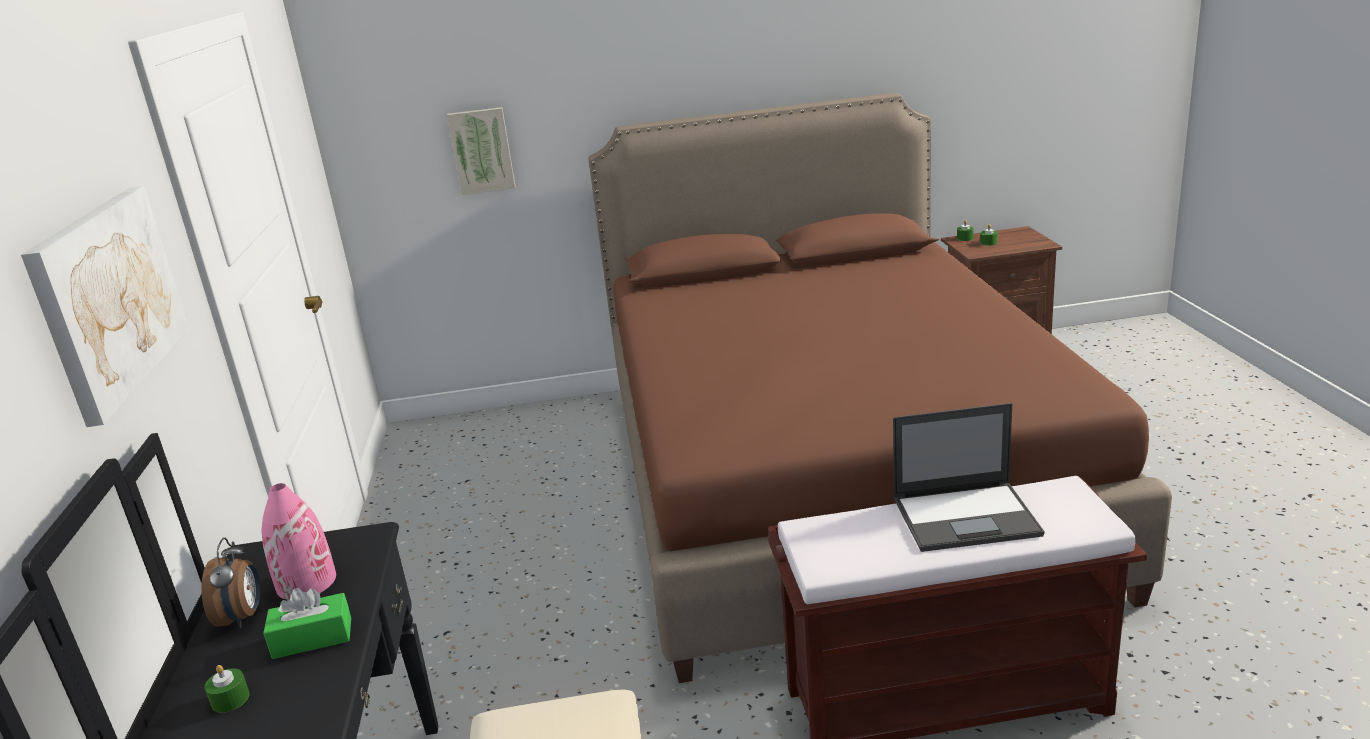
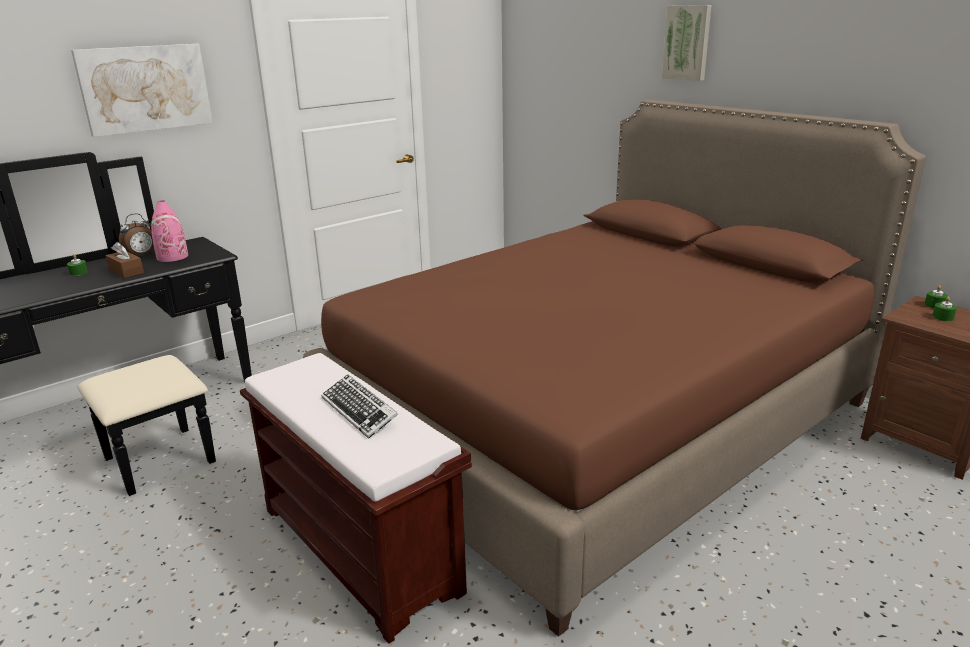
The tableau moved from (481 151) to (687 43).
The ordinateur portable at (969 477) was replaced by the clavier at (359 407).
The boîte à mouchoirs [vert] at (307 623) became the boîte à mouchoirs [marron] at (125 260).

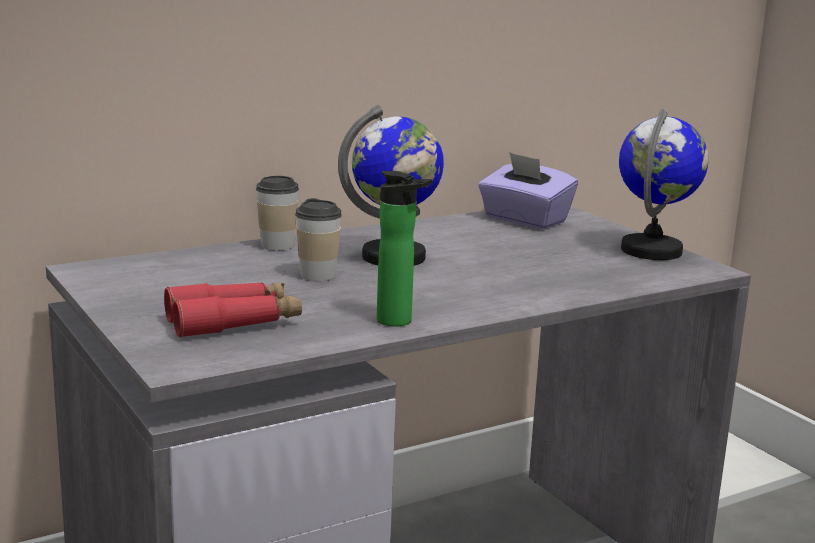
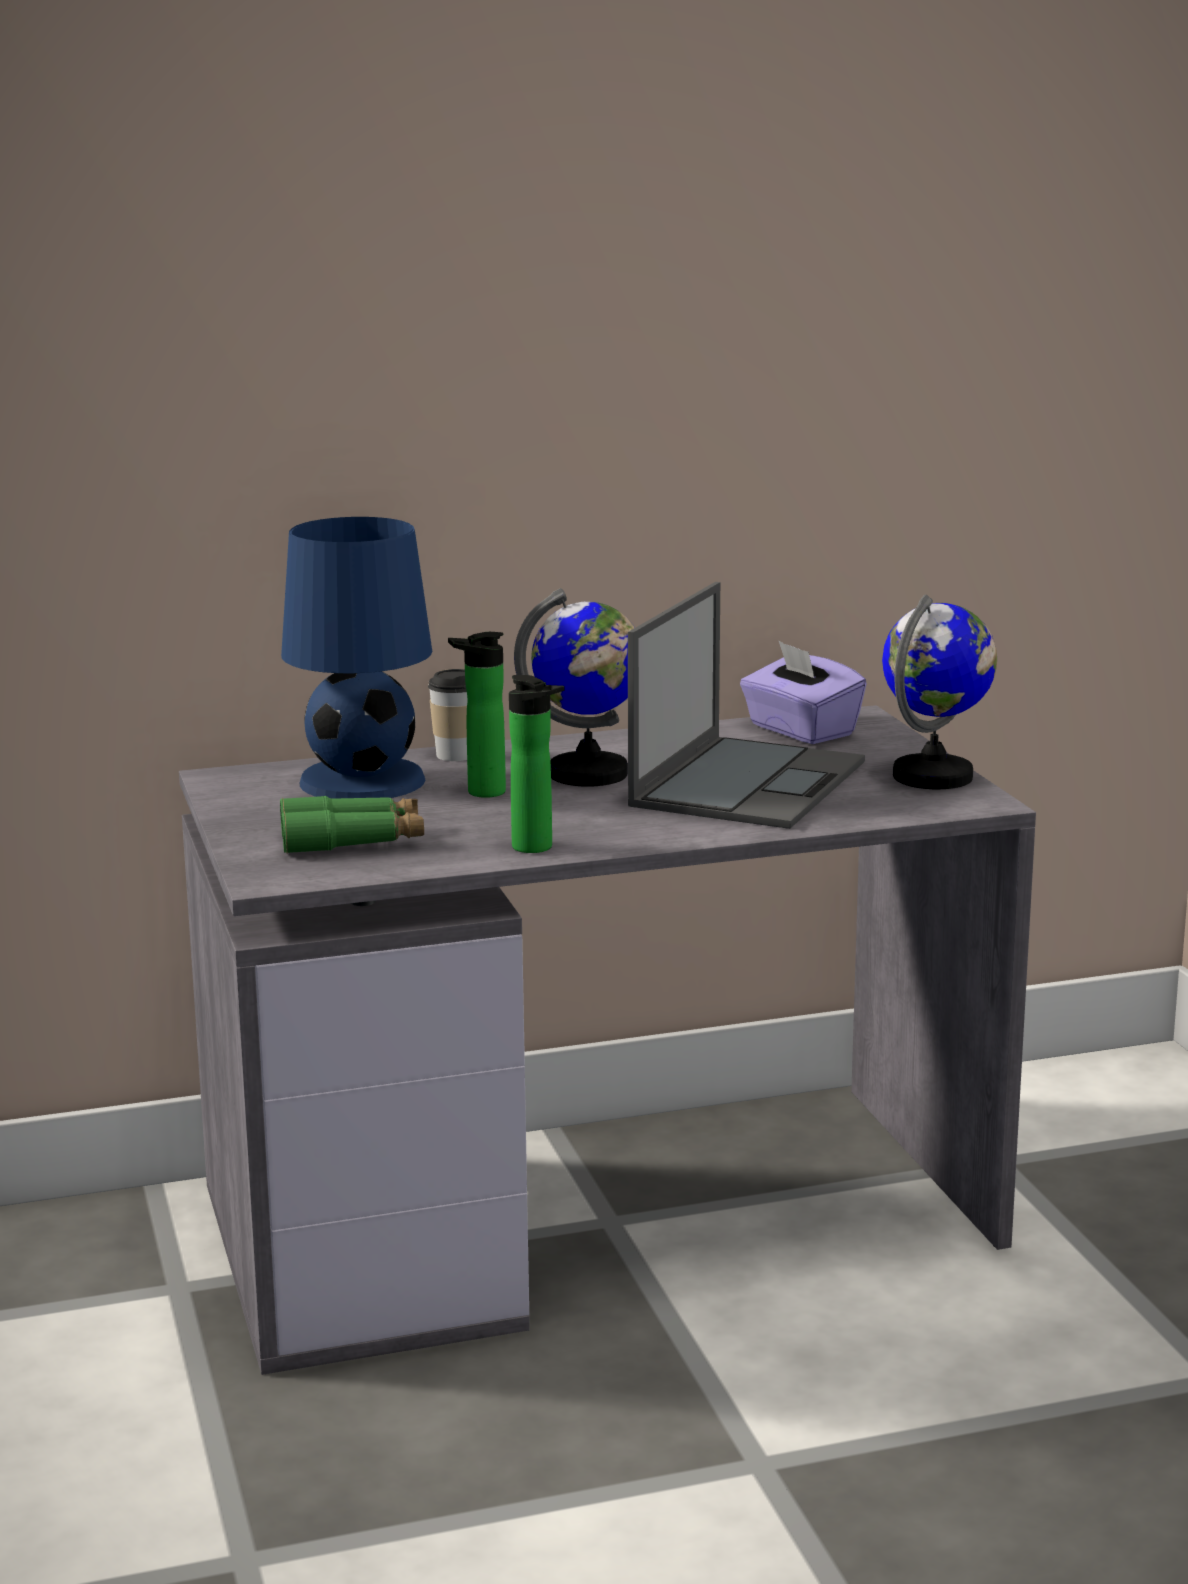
The lampe de table [bleu] at (356 658) appeared.
The ordinateur portable at (746 705) appeared.
The tasse at (318 239) was replaced by the bouteille at (477 715).
The jumelles [rouge] at (233 310) became the jumelles [vert] at (352 824).

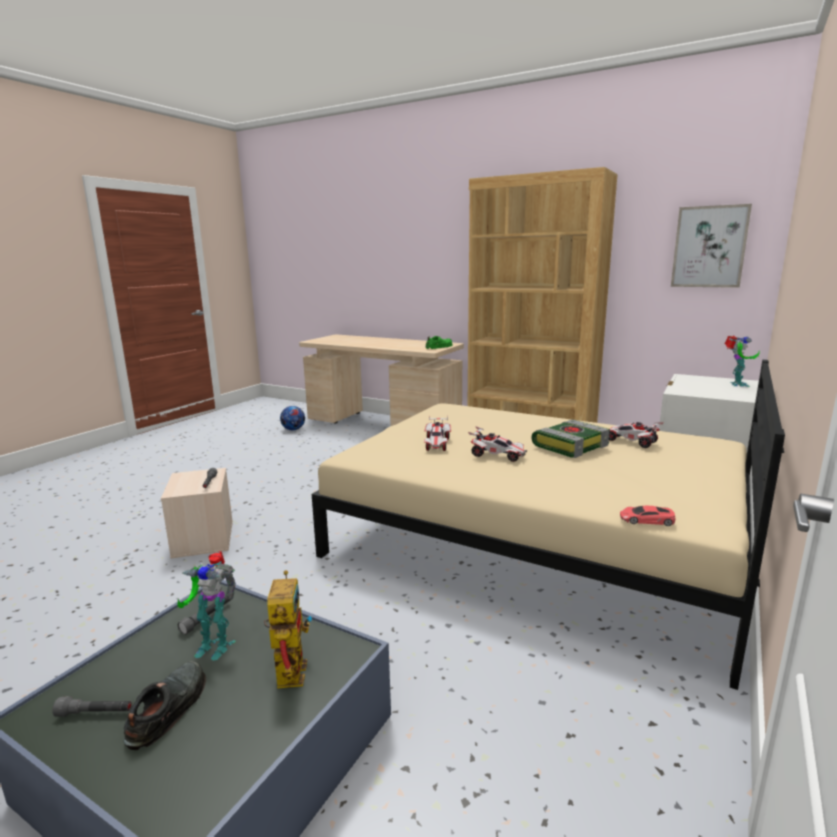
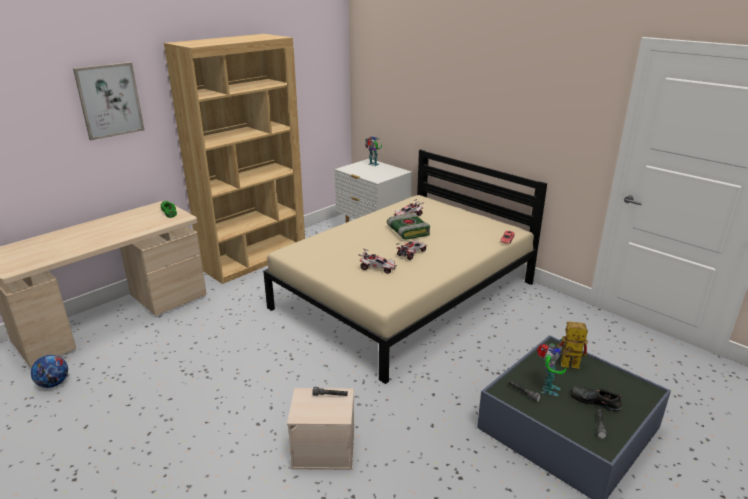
The tableau moved from (711 246) to (108 101).

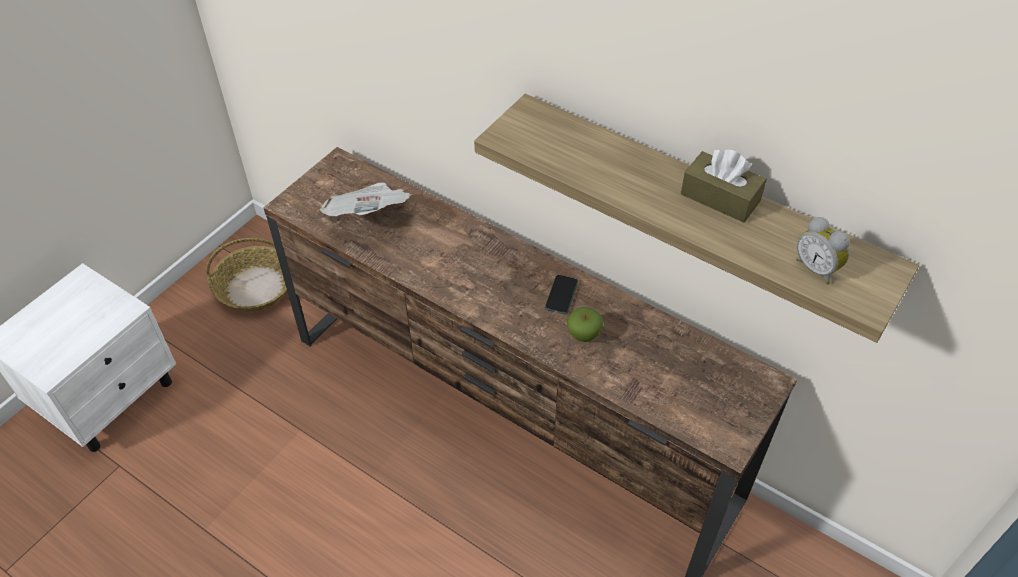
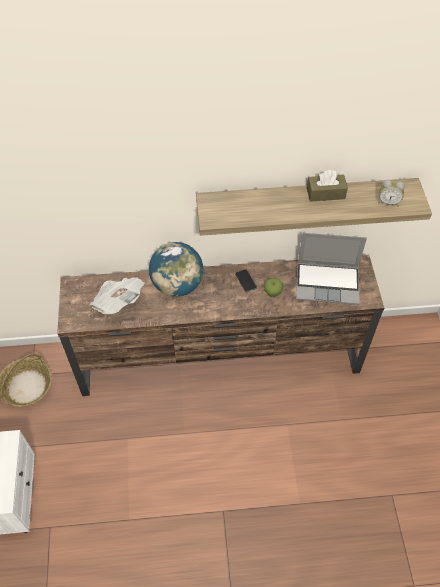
The globe at (176 269) appeared.
The ordinateur portable at (331 269) appeared.

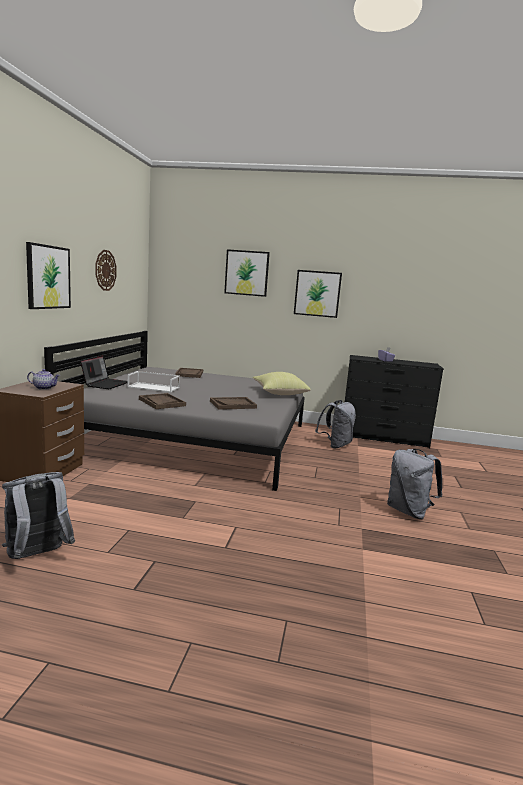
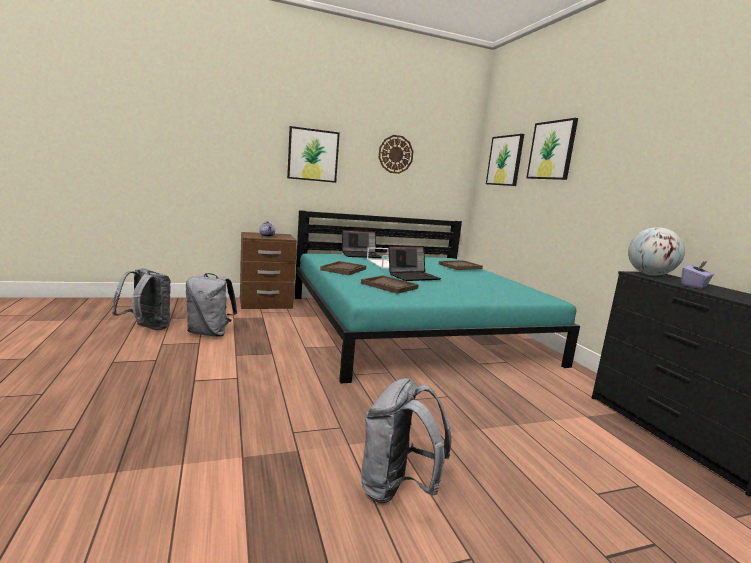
The coussin [jaune] at (281 383) disappeared.
The ordinateur portable at (414 263) appeared.
The globe at (656 251) appeared.
The tableau moved from (318 294) to (505 160).
The sac à dos [gris] moved from (335 424) to (211 305).
The lit [gris] at (174 411) became the lit [turquoise] at (437 297).

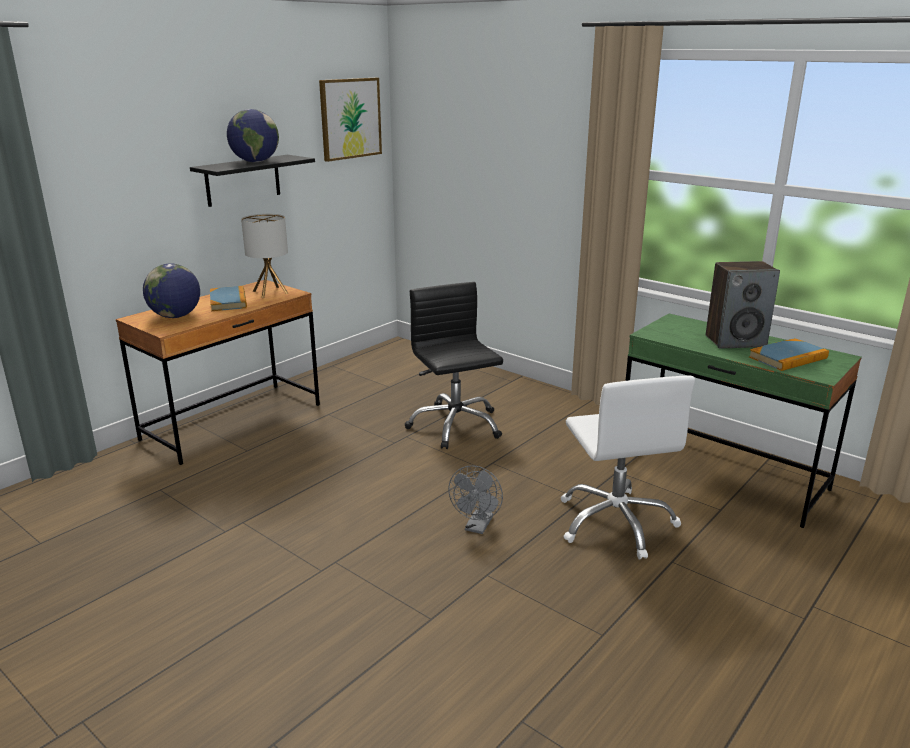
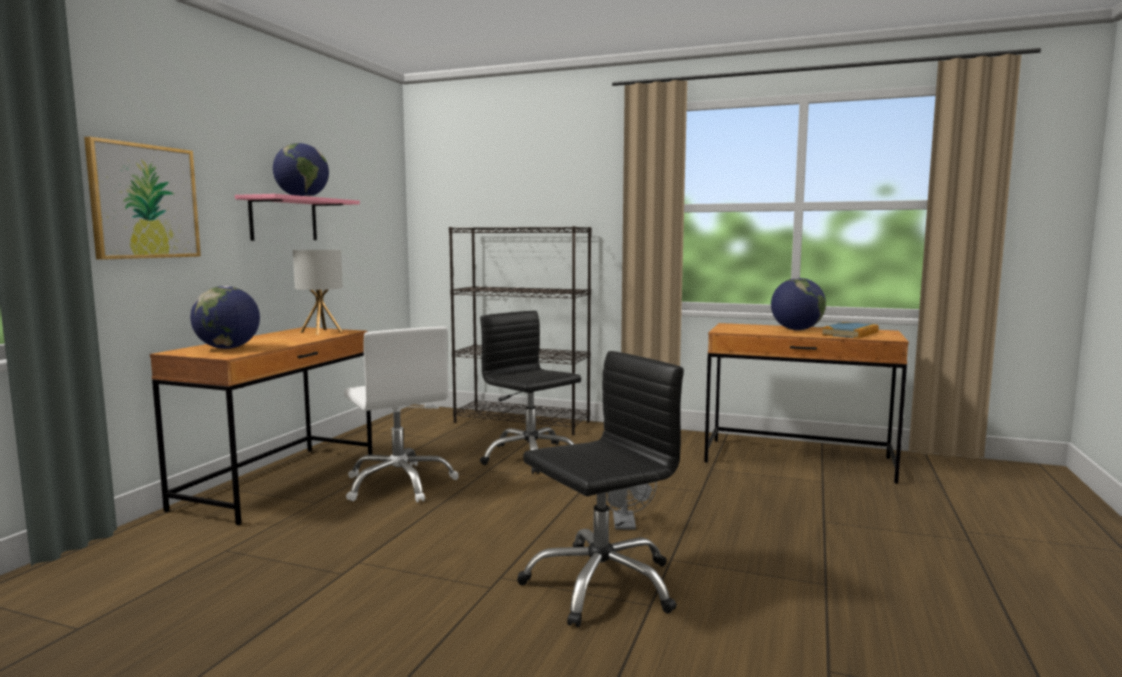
The livre at (228 298) disappeared.
The bibliothèque [noir] at (520 330) appeared.
The chaise de bureau [noir] at (600 489) appeared.
The tableau moved from (350 120) to (142 198).
The chaise de bureau [blanc] moved from (628 467) to (401 415).
The enceinte at (743 304) was replaced by the globe at (798 304).
The étagère [noir] at (252 181) became the étagère [rose] at (297 217).
The bureau [vert] at (744 421) became the bureau [marron] at (806 403).

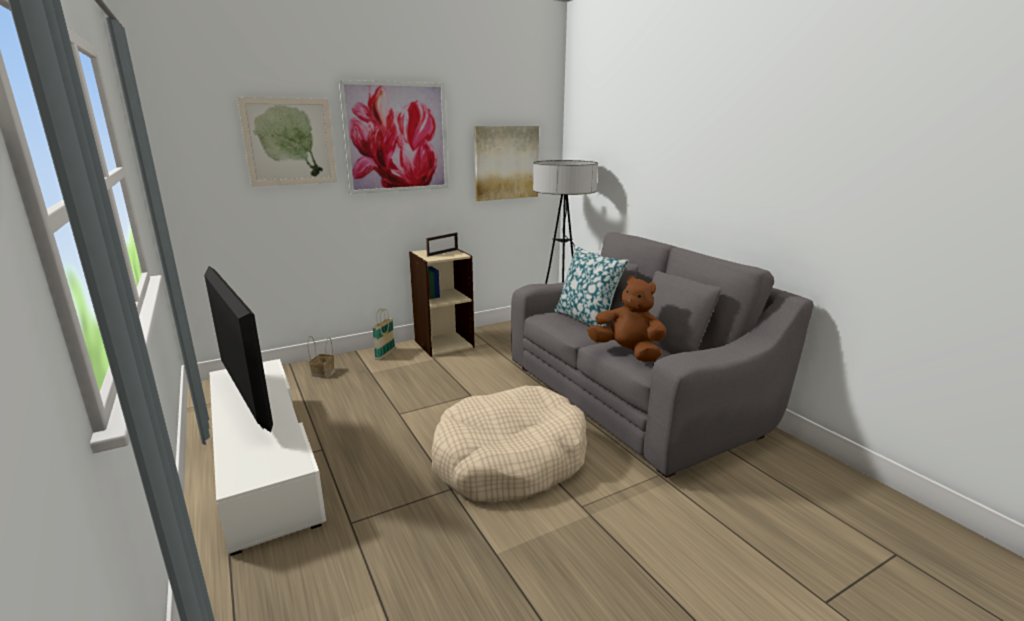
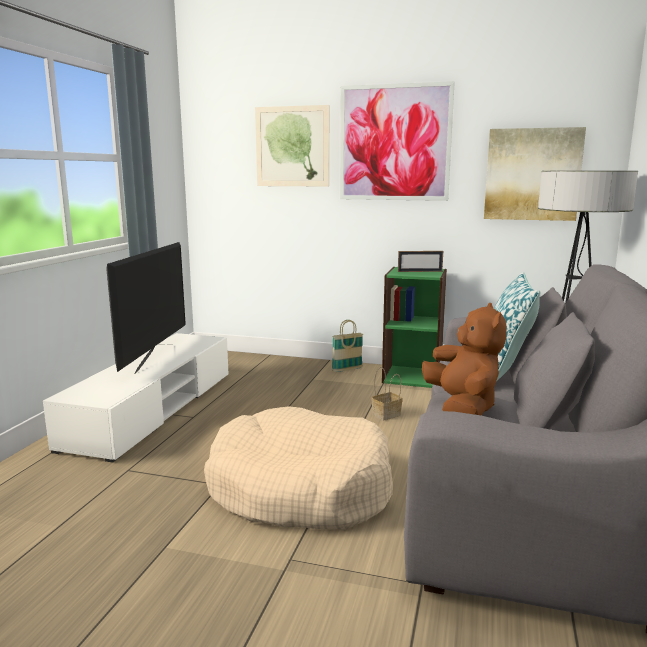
The panier moved from (321 357) to (387 393).
The bibliothèque [beige] at (442 303) became the bibliothèque [vert] at (414 327).

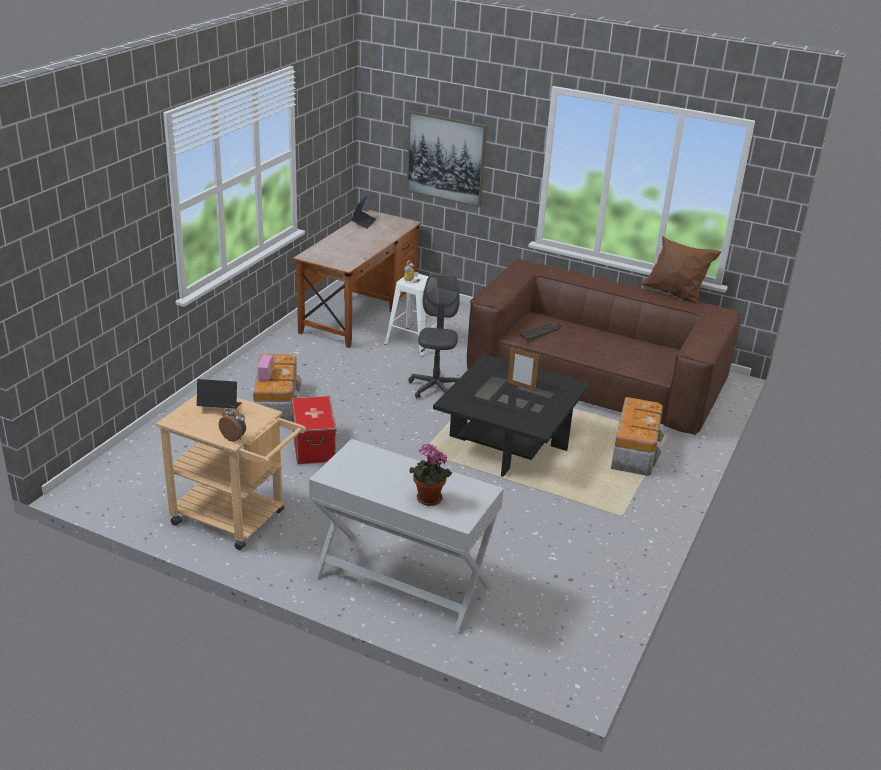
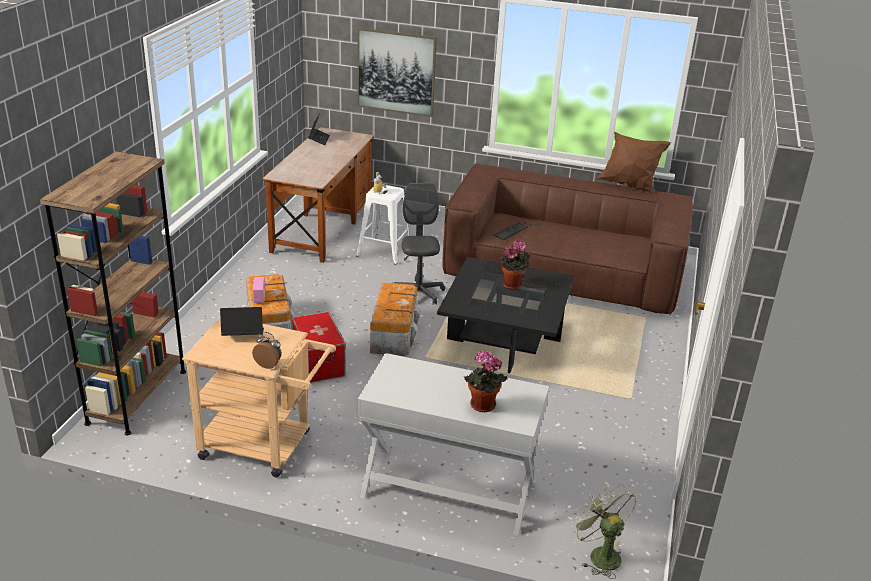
The bibliothèque [marron] at (113 293) appeared.
The ventilateur [vert] at (603 531) appeared.
The boîte de rangement moved from (638 436) to (395 319).
The cadre photo at (523 369) was replaced by the plante en pot at (515 264).

